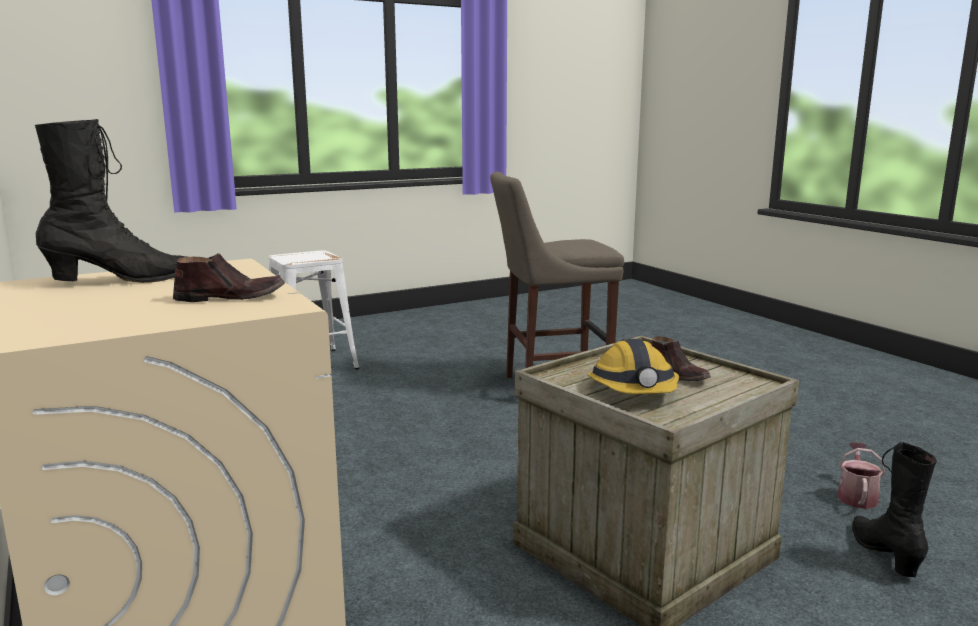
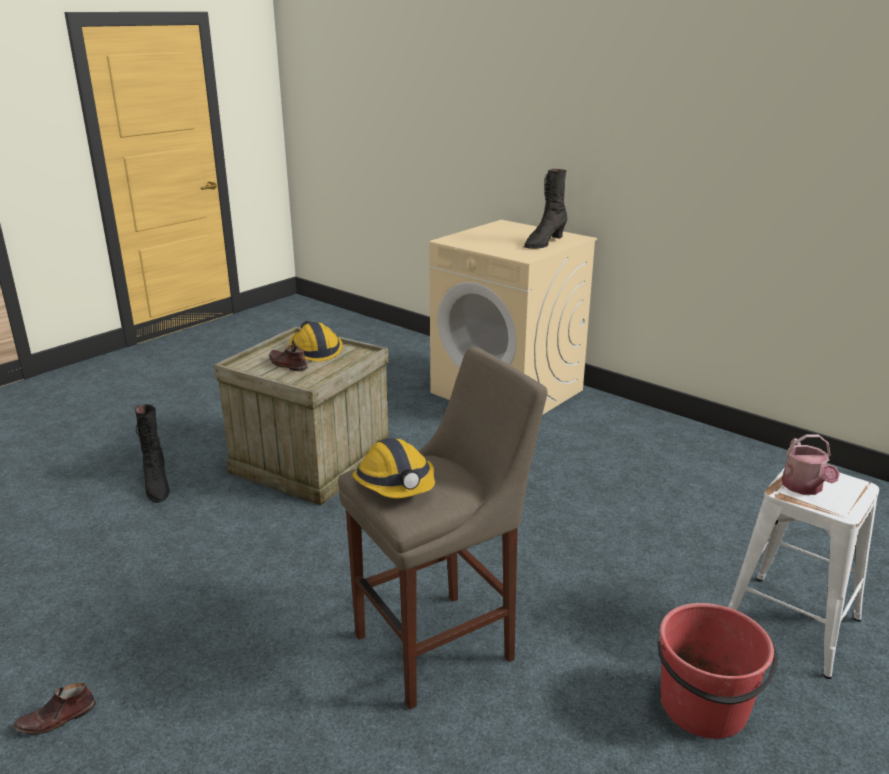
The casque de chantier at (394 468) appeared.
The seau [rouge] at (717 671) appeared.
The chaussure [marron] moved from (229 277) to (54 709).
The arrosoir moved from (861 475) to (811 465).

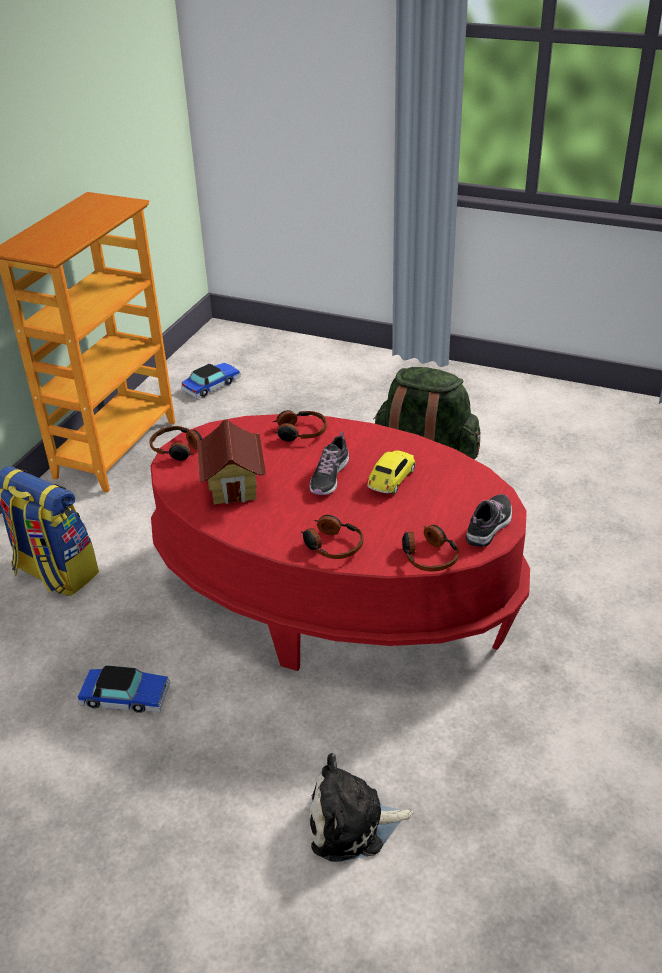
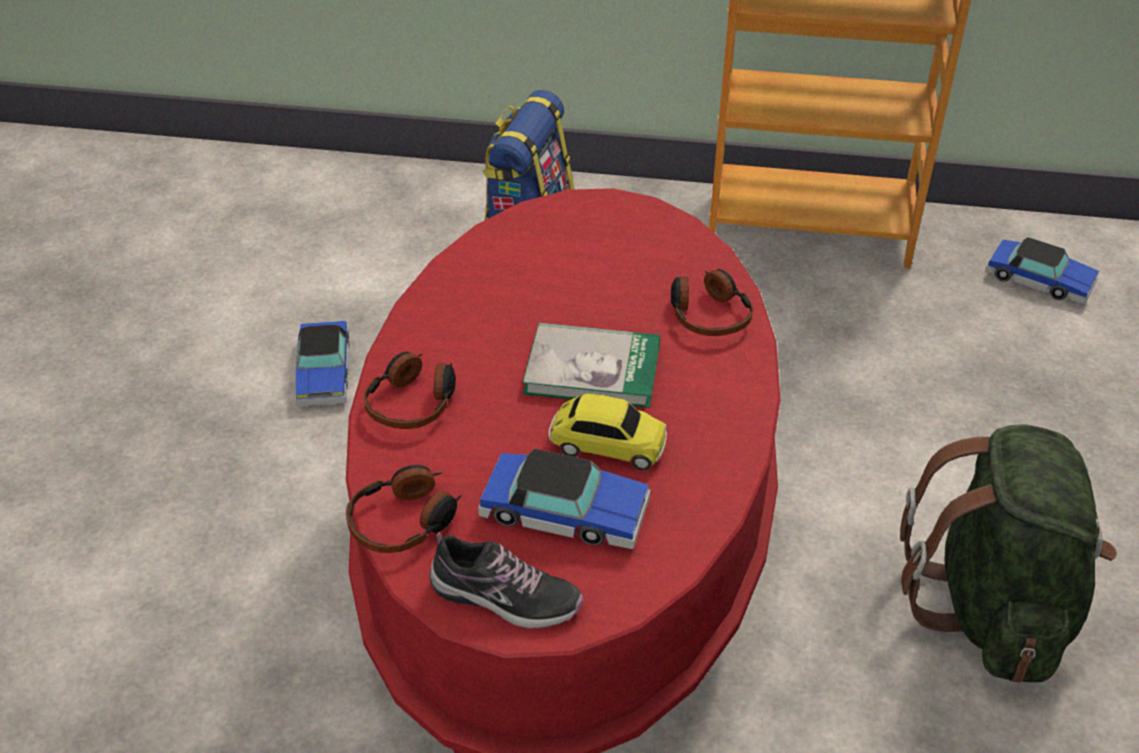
The casque audio at (175 443) disappeared.
The maison miniature at (231 462) disappeared.
The peluche at (361 807) disappeared.
The petite voiture at (564 499) appeared.
The chaussure at (329 463) was replaced by the livre at (591 365).

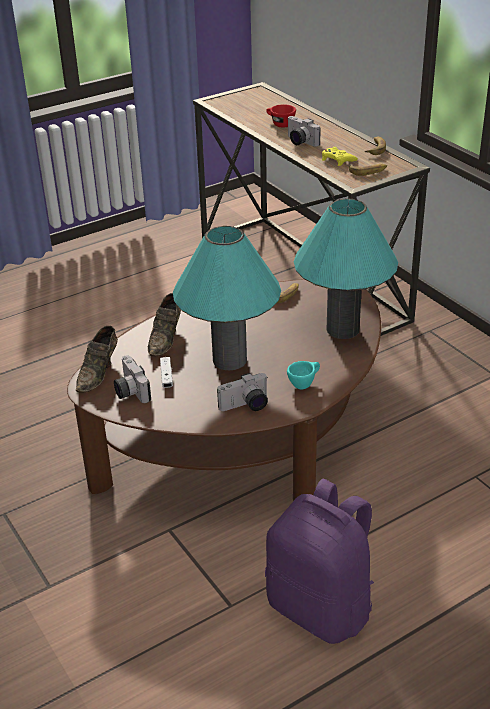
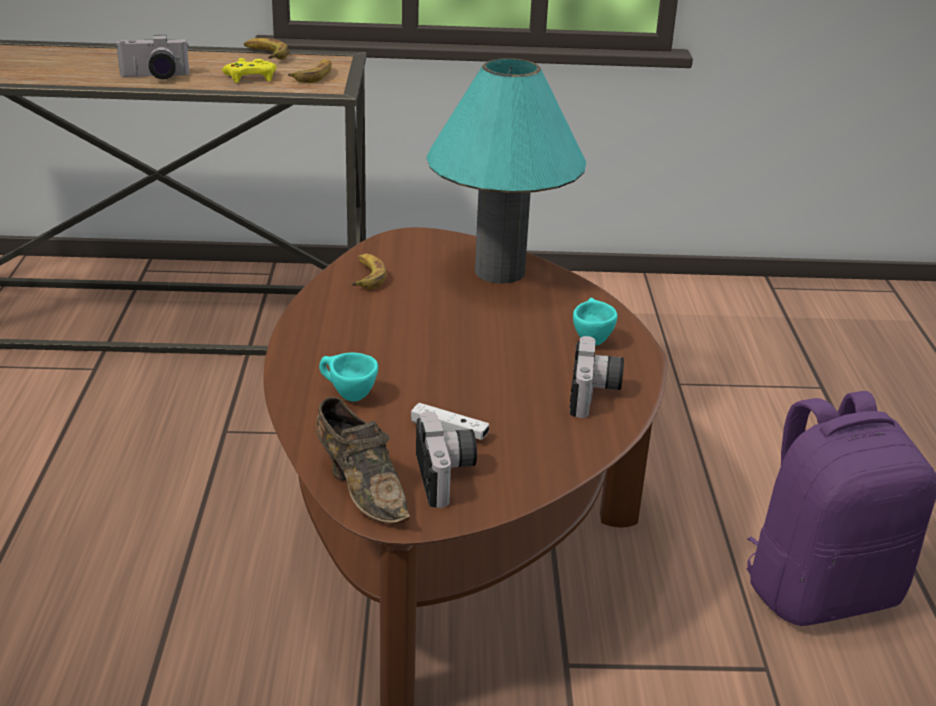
The lampe de table [turquoise] at (227 298) disappeared.
The tasse [rouge] at (281 115) disappeared.
The chaussure [marron] at (164 324) was replaced by the tasse [turquoise] at (348 377).
The appareil photo at (132 379) turned 105 degrees counterclockwise.

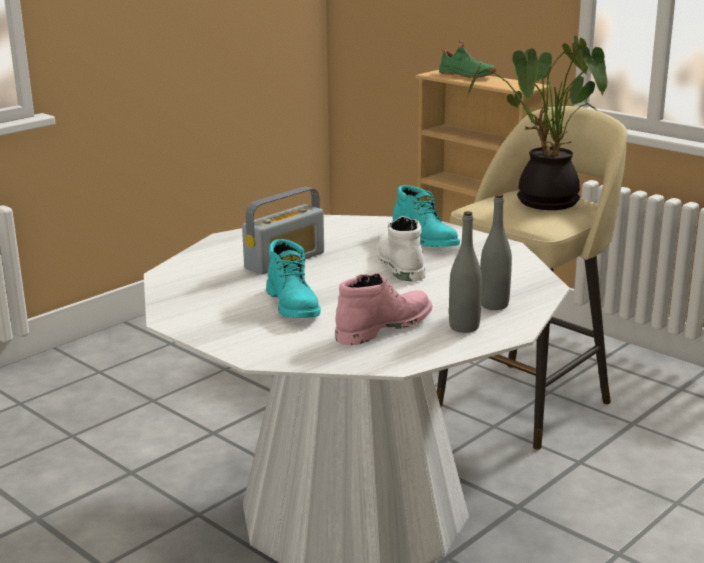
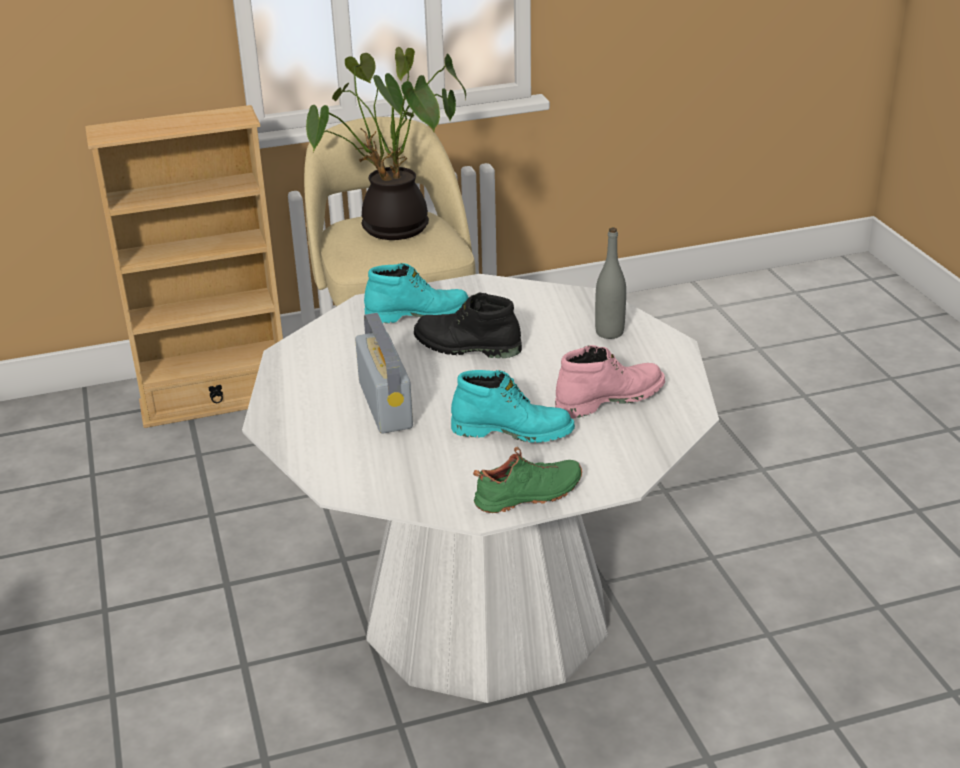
The bouteille [gris] at (465 272) disappeared.
The chaussure [vert] moved from (467 59) to (527 480).
The botte [blanc] at (401 248) became the botte [noir] at (468 325).
The botte [rose] at (383 309) turned 75 degrees clockwise.

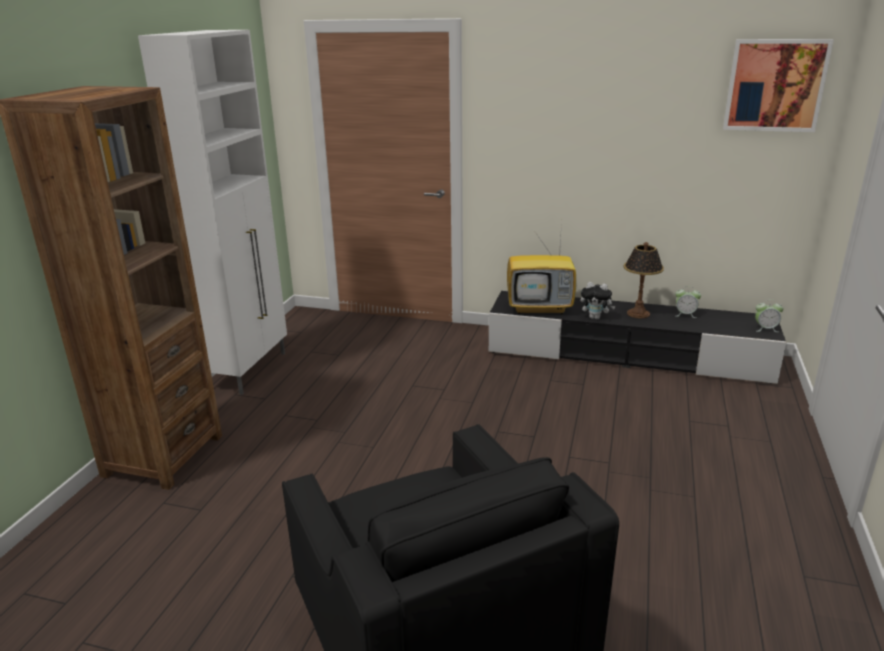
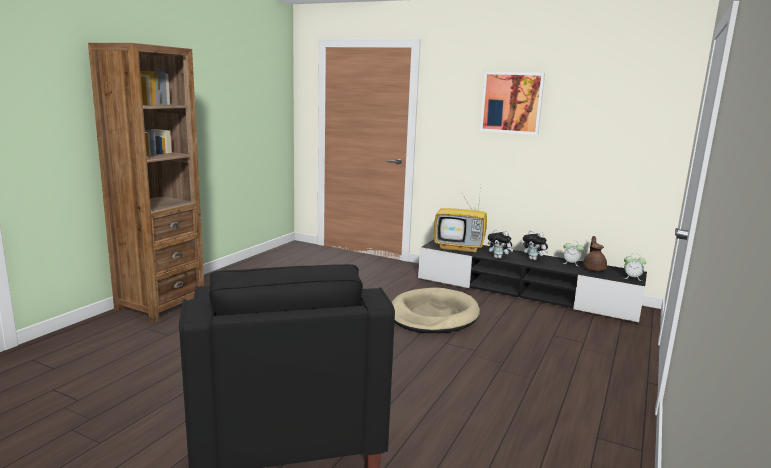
The meuble de rangement [blanc] at (212 212) disappeared.
The panier pour chien [beige] at (435 310) appeared.
The théière [marron] at (595 253) appeared.
The tableau moved from (778 85) to (512 103).
The lampe de table at (643 280) was replaced by the peluche at (535 245).

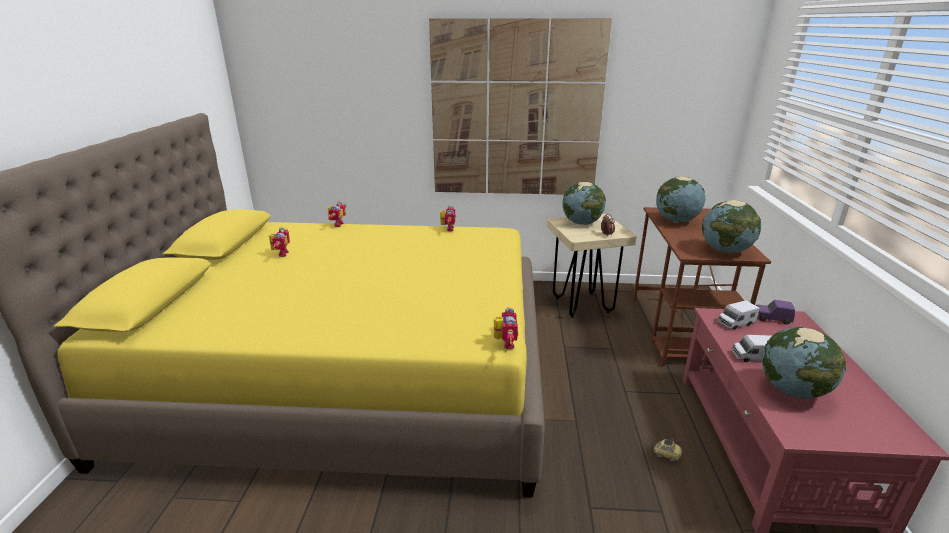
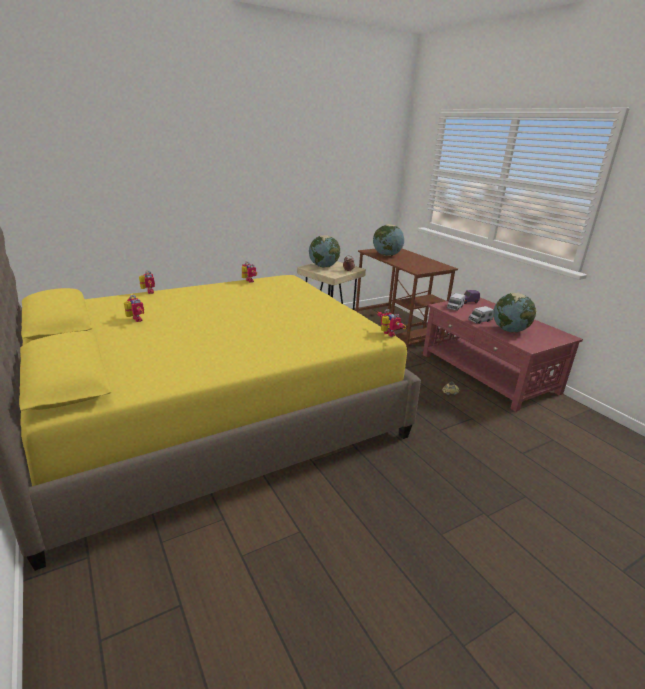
The tableau at (520 106) disappeared.
The globe at (731 227) disappeared.

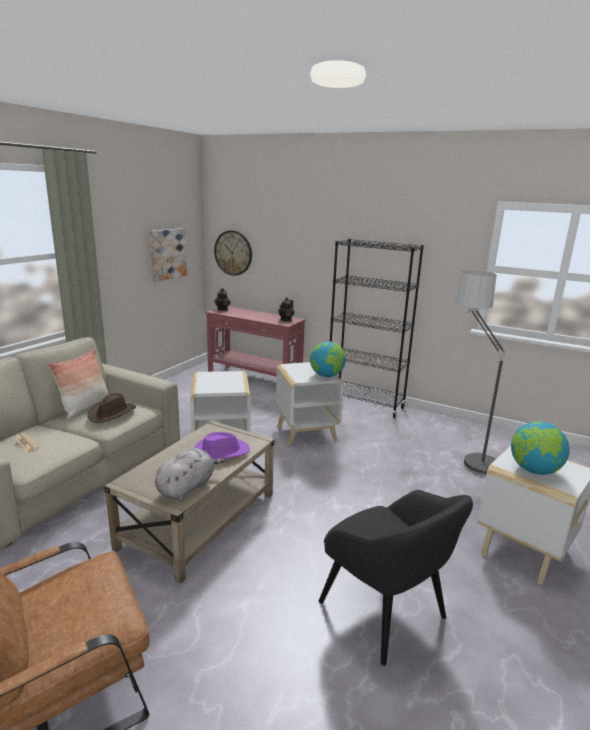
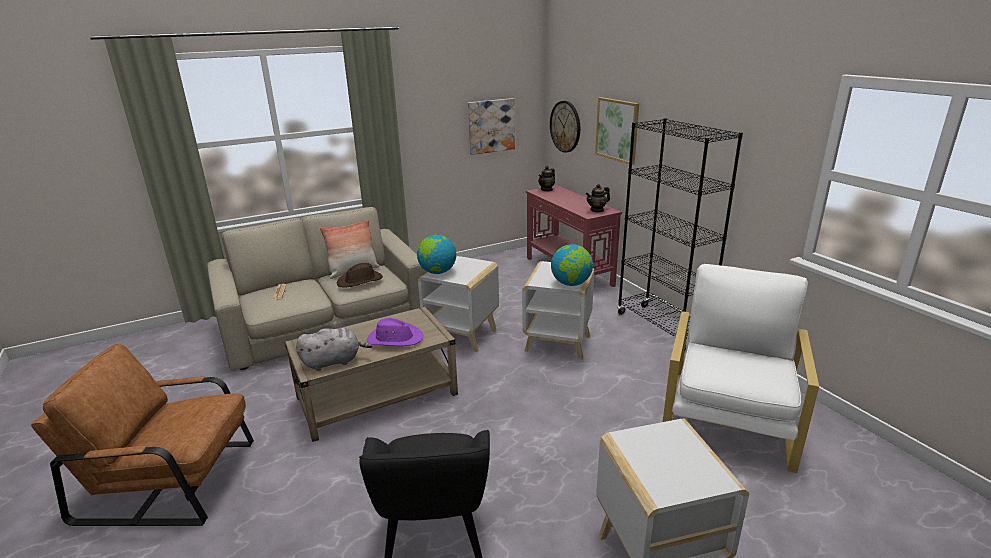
The tableau at (617 131) appeared.
The globe moved from (540 448) to (436 254).
The lampadaire at (480 373) was replaced by the fauteuil [blanc] at (741 368).

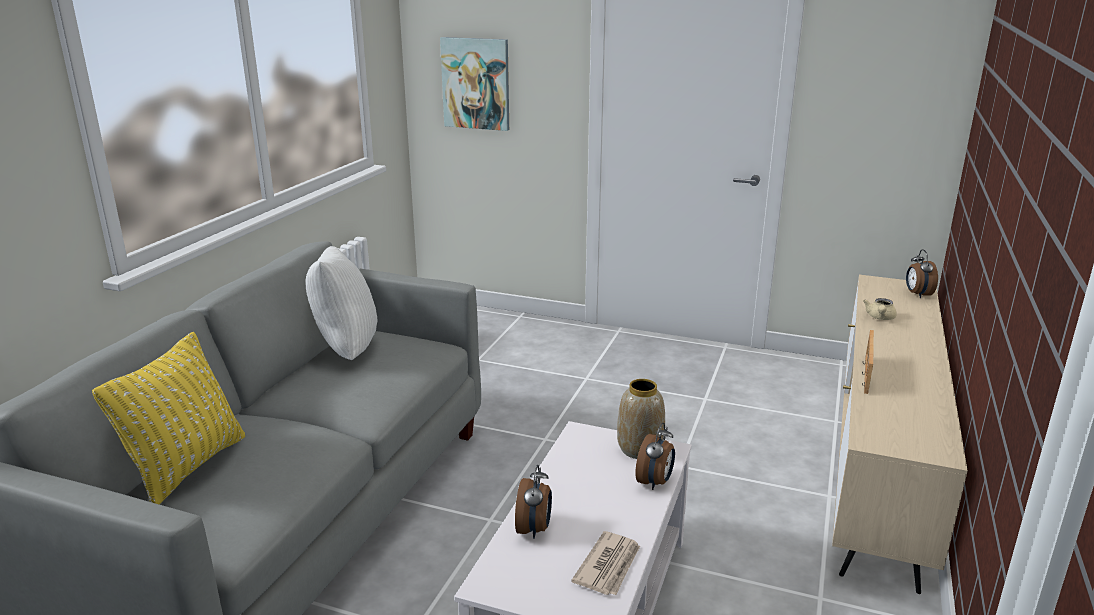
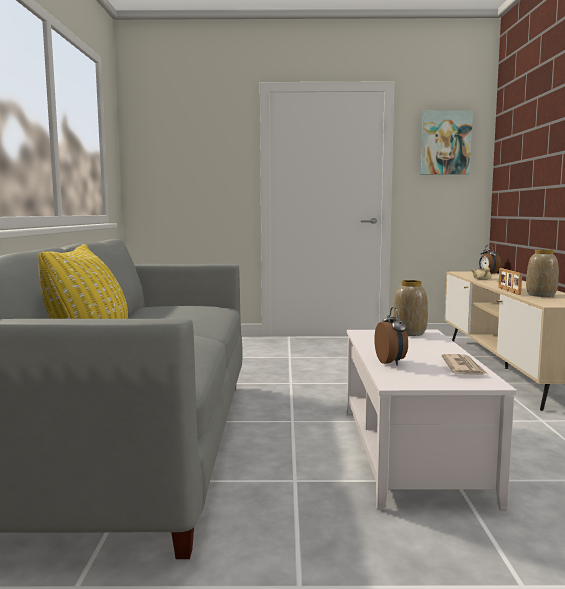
The coussin [blanc] at (341 303) disappeared.
The réveil at (655 456) disappeared.
The vase at (542 273) appeared.
The tableau moved from (474 84) to (446 143).

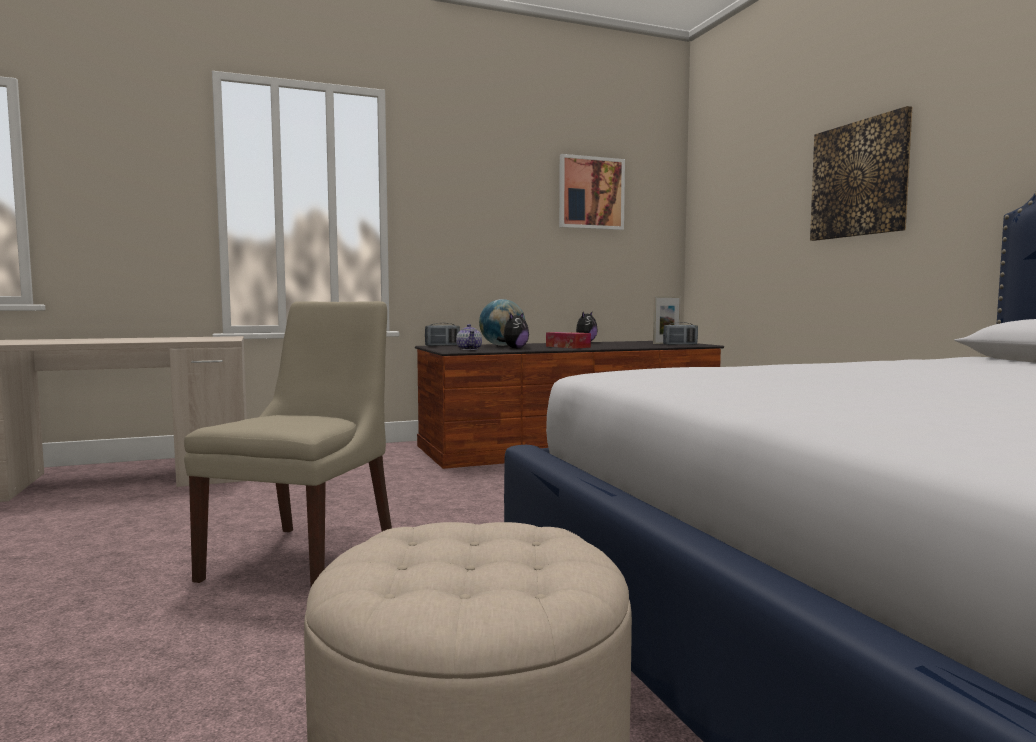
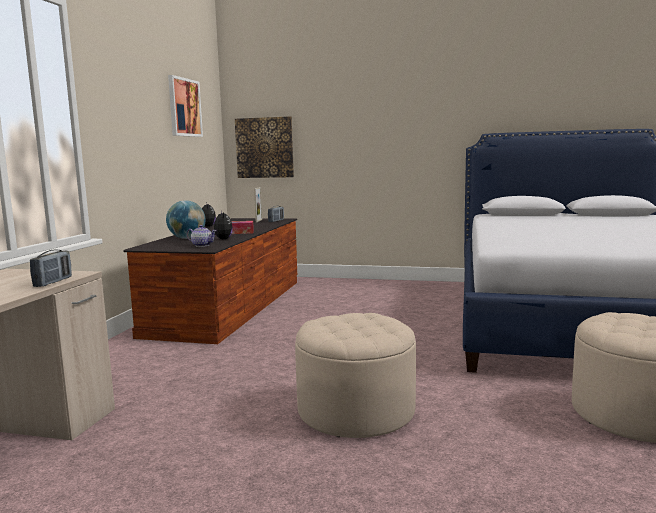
The radio moved from (442 334) to (51 268).
The tableau moved from (861 173) to (264 147).
The chaise [beige] at (288 443) was replaced by the pouf [beige] at (355 375).

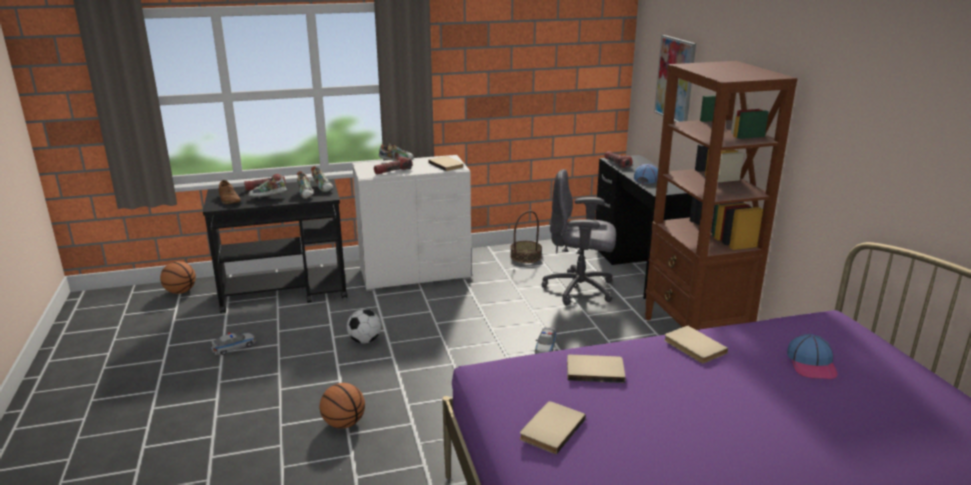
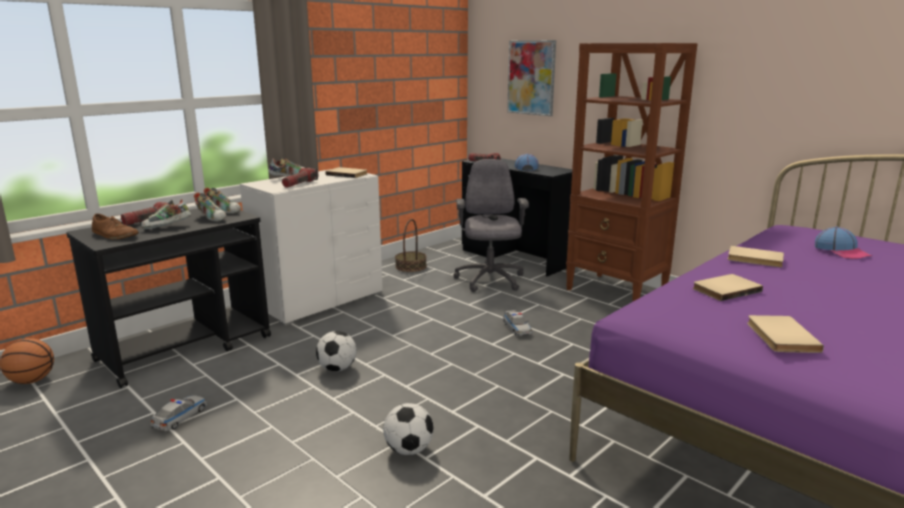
The ballon de basket at (342 405) was replaced by the ballon de foot at (408 429).
The chaise de bureau [gris] at (579 237) turned 105 degrees clockwise.

